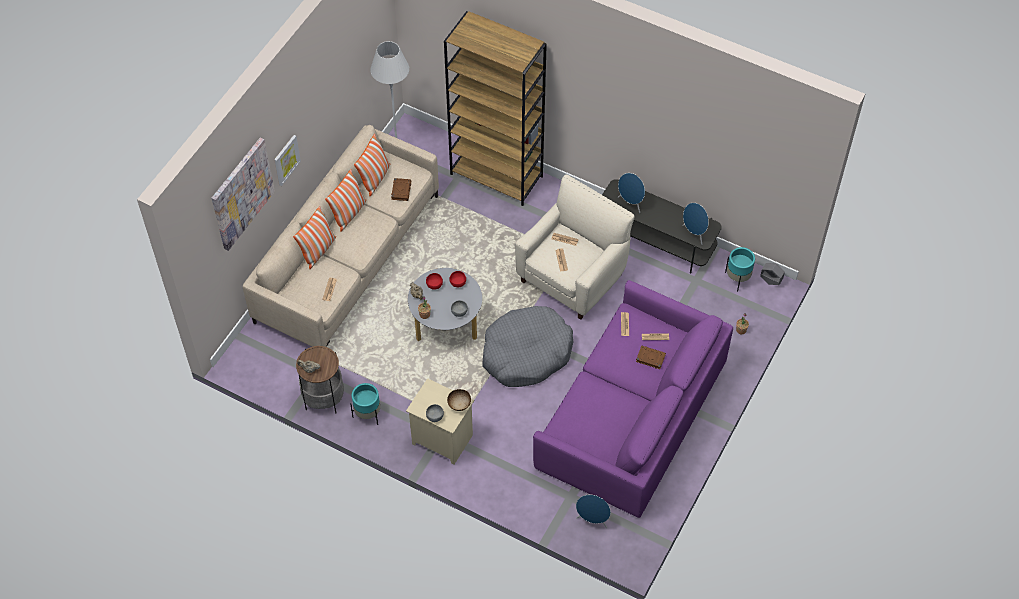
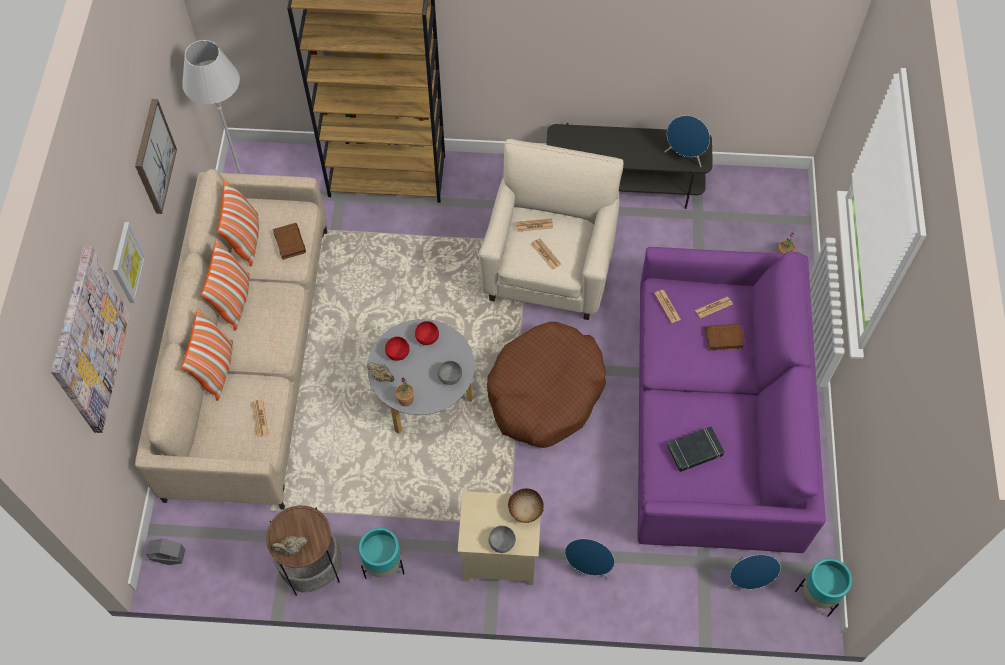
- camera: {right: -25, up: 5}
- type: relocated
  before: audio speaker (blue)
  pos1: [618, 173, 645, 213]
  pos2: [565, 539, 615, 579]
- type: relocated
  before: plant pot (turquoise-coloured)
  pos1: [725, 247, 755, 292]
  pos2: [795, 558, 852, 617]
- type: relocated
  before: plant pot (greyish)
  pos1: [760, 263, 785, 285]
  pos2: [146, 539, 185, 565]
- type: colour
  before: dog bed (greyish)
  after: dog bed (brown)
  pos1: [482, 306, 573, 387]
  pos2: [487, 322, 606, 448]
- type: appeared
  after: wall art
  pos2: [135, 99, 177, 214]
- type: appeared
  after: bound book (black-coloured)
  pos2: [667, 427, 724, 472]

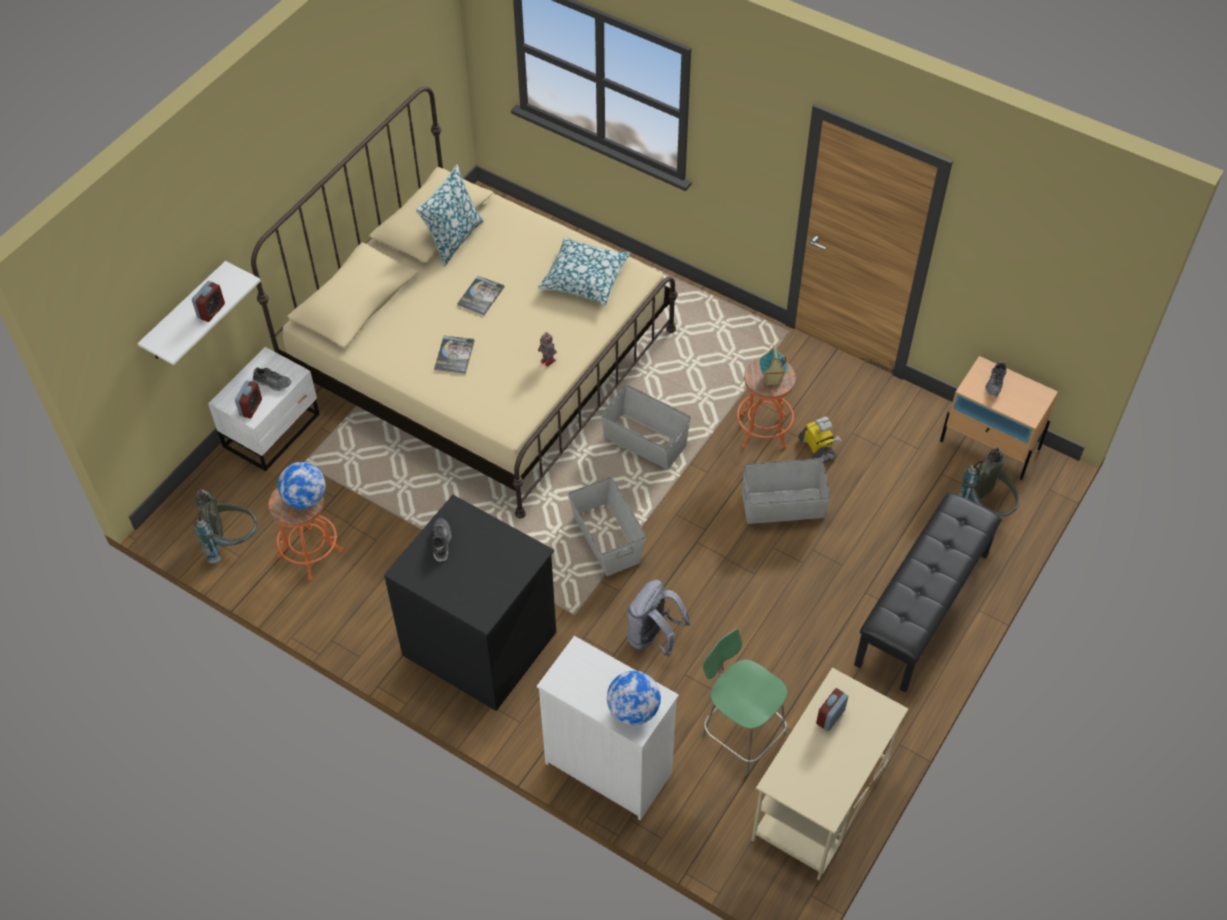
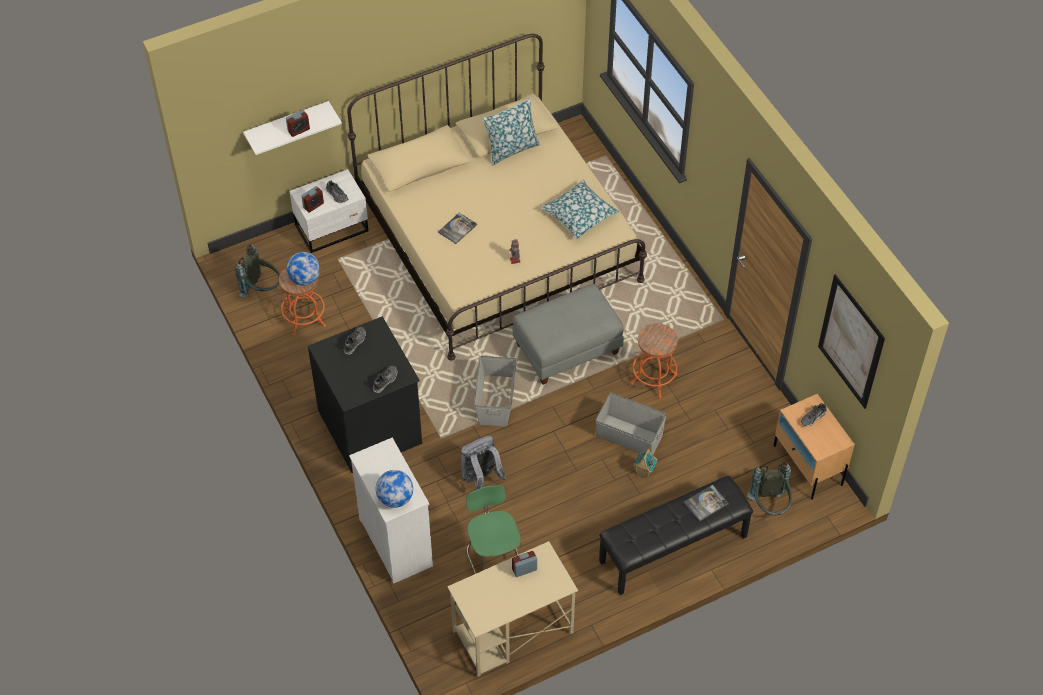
- camera: {right: 30, up: 0}
- type: relocated
  before: bound book
  pos1: [457, 276, 505, 315]
  pos2: [684, 485, 729, 521]
- type: relocated
  before: miniature house
  pos1: [759, 345, 788, 386]
  pos2: [633, 449, 657, 479]
- type: exchanged
  before: storage container (greyish)
  after: ottoman (greyish)
  pos1: [601, 385, 691, 469]
  pos2: [513, 284, 624, 385]
- type: missing
  before: robot figure
  pos1: [798, 417, 842, 463]
- type: appeared
  after: wall art
  pos2: [818, 274, 885, 409]
- type: appeared
  after: shoe
  pos2: [373, 366, 398, 393]

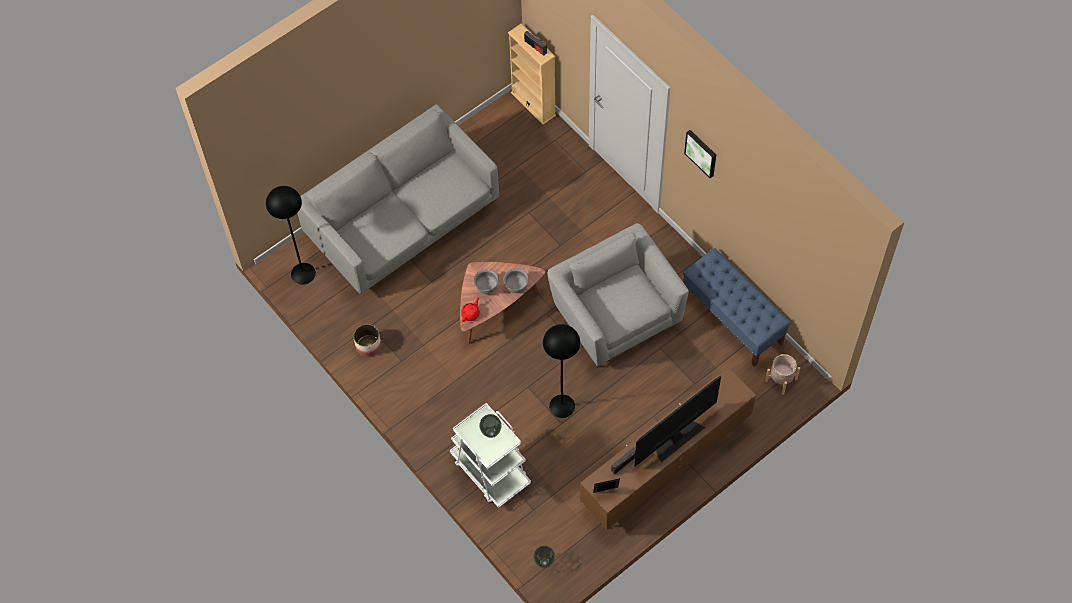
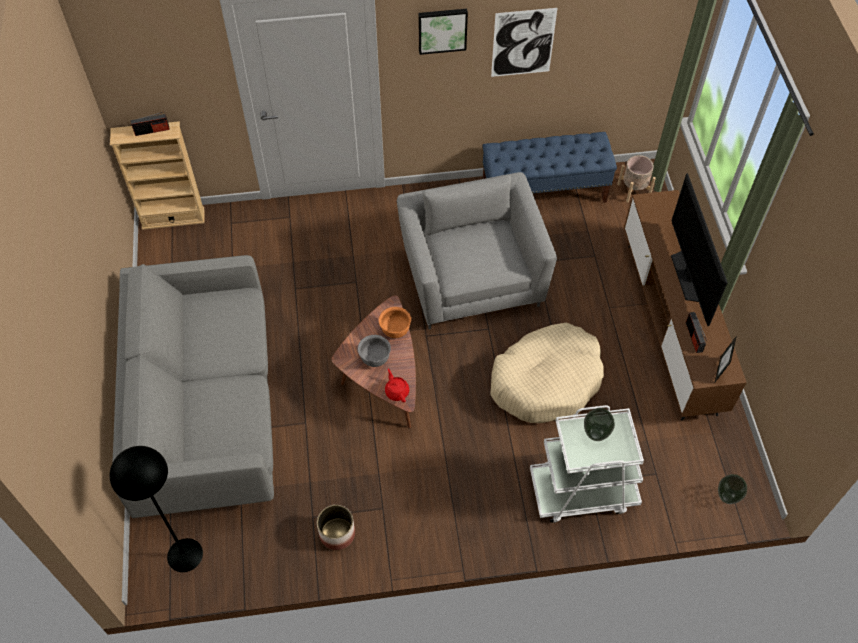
- camera: {right: -60, up: -5}
- type: spun
  before: armchair (greyish)
  pos1: [548, 223, 689, 368]
  pos2: [397, 172, 557, 329]
  turn: 75
- type: colour
  before: deep dish (greyish)
  after: deep dish (orange-coloured)
  pos1: [504, 268, 529, 293]
  pos2: [379, 307, 411, 338]
- type: exchanged
  before: standard lamp (black-coloured)
  after: dog bed (beige-coloured)
  pos1: [543, 324, 580, 418]
  pos2: [490, 323, 604, 423]
- type: appeared
  after: wall art
  pos2: [491, 8, 557, 77]

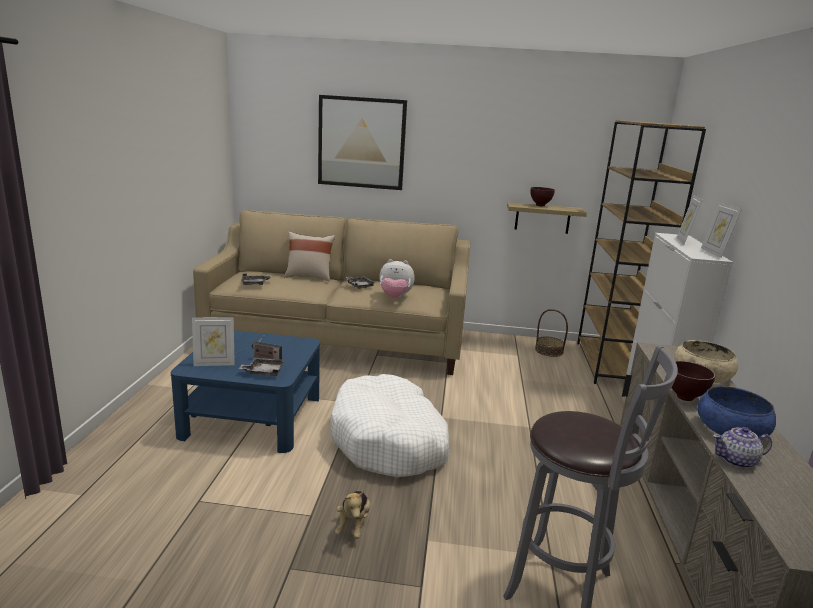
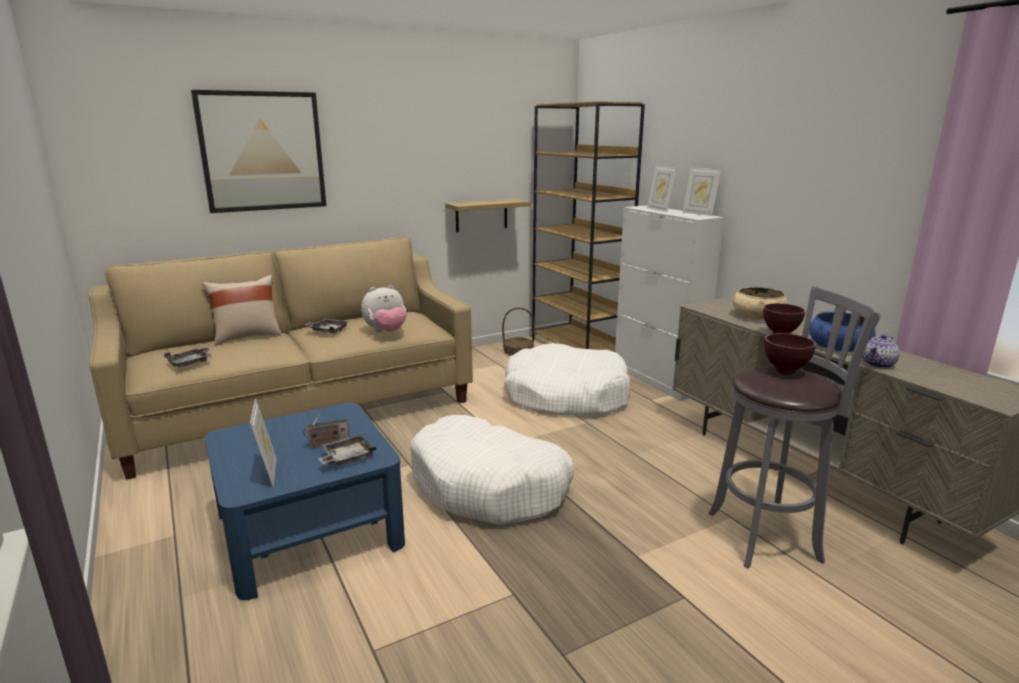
- camera: {right: -35, up: 0}
- type: relocated
  before: deep dish (brown)
  pos1: [530, 187, 555, 206]
  pos2: [764, 333, 816, 375]
- type: spun
  before: picture frame
  pos1: [192, 317, 235, 366]
  pos2: [250, 399, 277, 487]
  turn: -60
- type: missing
  before: plush toy
  pos1: [335, 491, 370, 539]
- type: appeared
  after: dog bed (whitish)
  pos2: [504, 343, 631, 417]

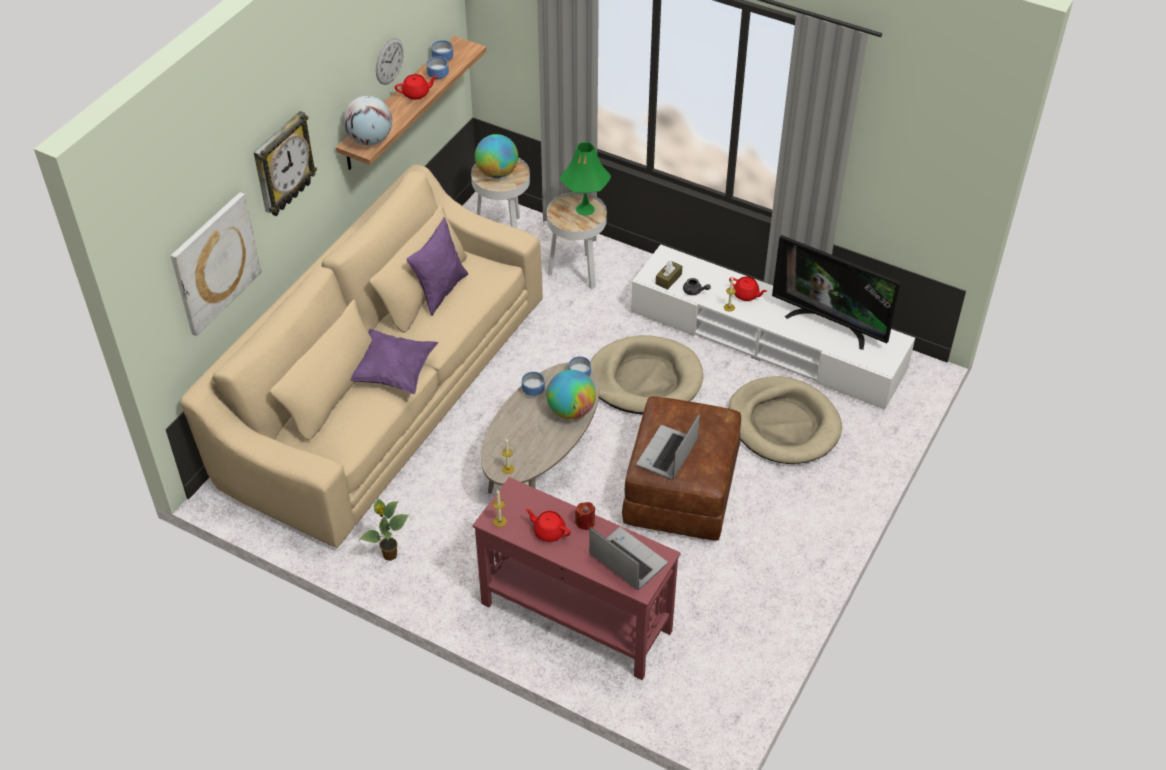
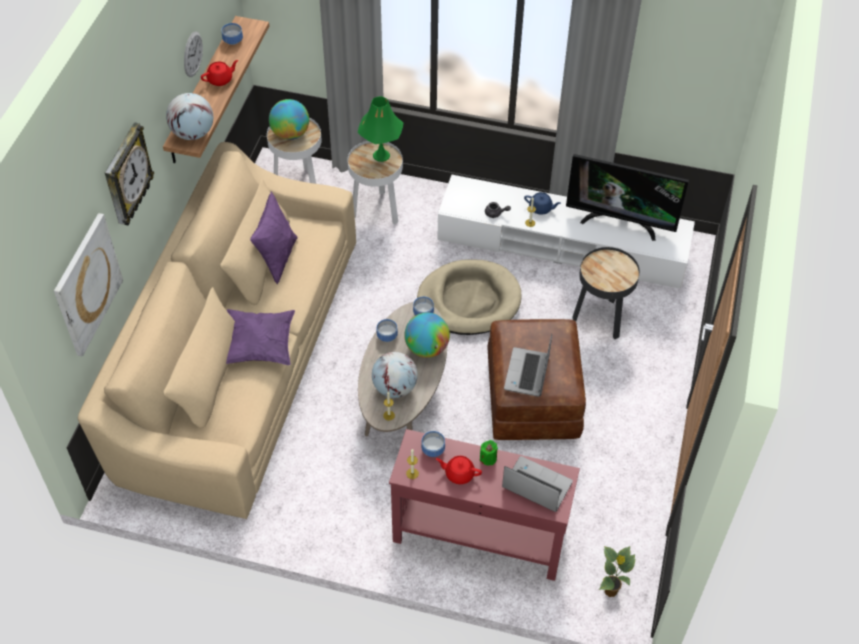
- camera: {right: -15, up: 5}
- type: relocated
  before: deep dish
  pos1: [426, 57, 449, 80]
  pos2: [421, 431, 445, 457]
- type: missing
  before: tissue box (brown)
  pos1: [656, 260, 682, 290]
- type: colour
  before: teapot (red-coloured)
  after: teapot (blue)
  pos1: [729, 276, 767, 301]
  pos2: [524, 192, 561, 215]
- type: exchanged
  before: dog bed (beige-coloured)
  after: end table (black-coloured)
  pos1: [728, 376, 842, 464]
  pos2: [572, 247, 640, 339]
- type: relocated
  before: plant in a pot
  pos1: [360, 498, 409, 561]
  pos2: [599, 546, 635, 597]
- type: colour
  before: wax candle (red-coloured)
  after: wax candle (green)
  pos1: [575, 502, 595, 530]
  pos2: [480, 440, 498, 465]
- type: appeared
  after: desk globe
  pos2: [372, 352, 418, 398]

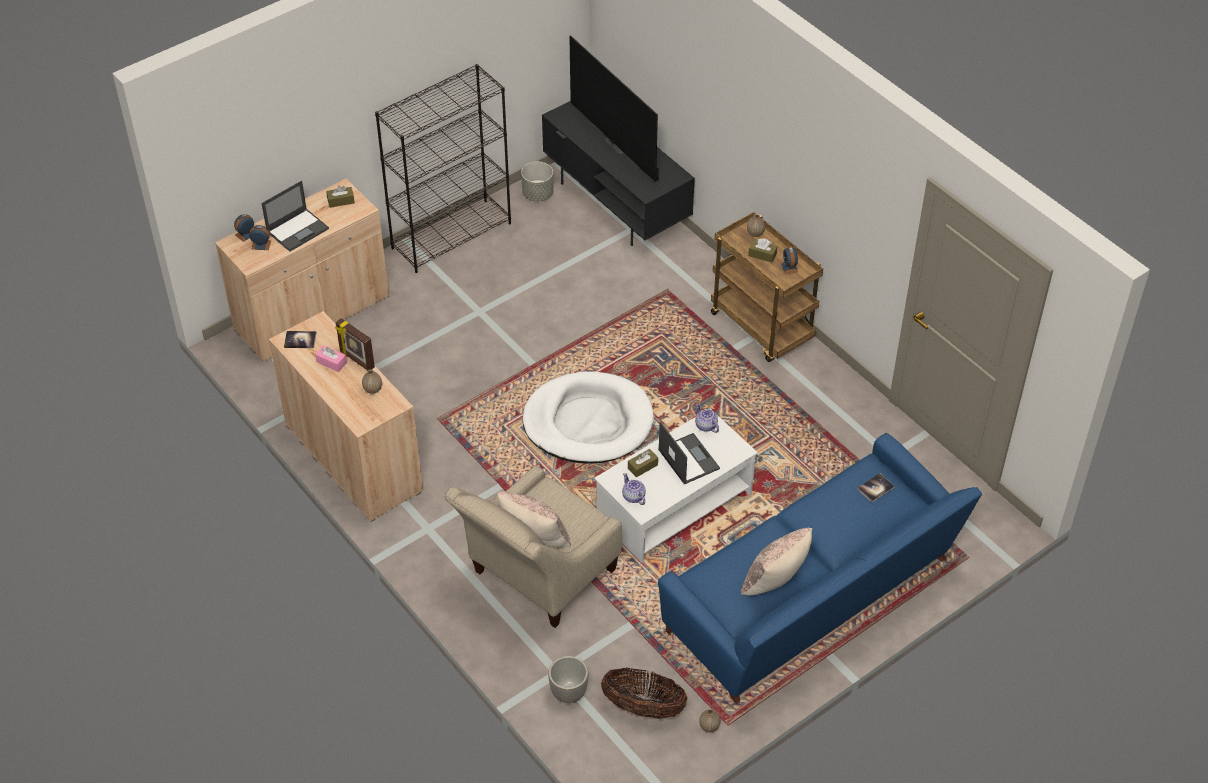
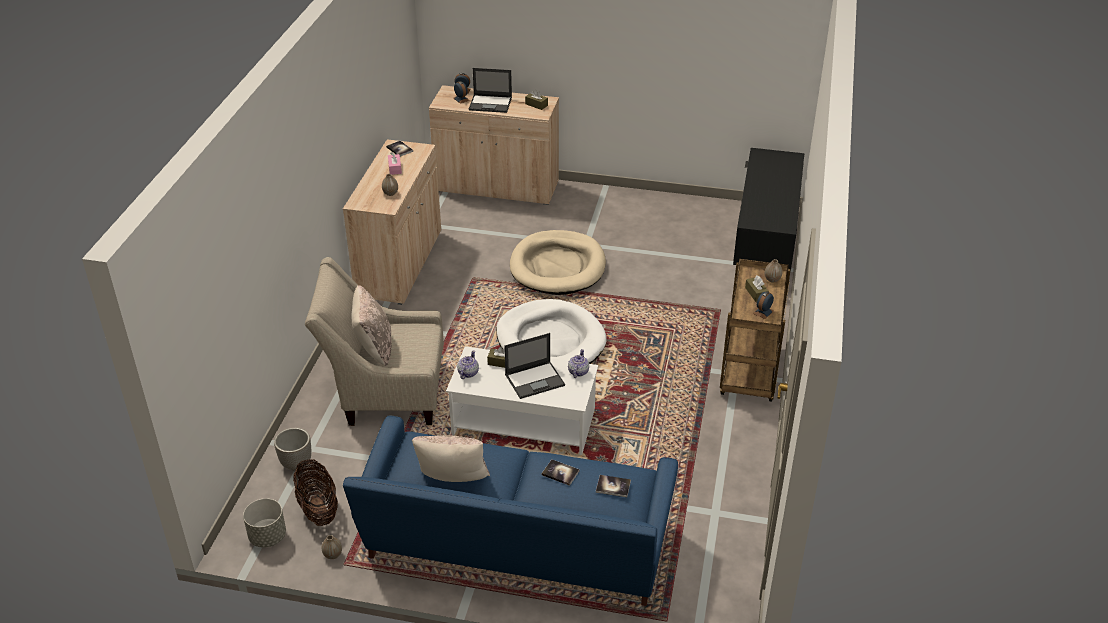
- camera: {right: 50, up: -10}
- type: missing
  before: TV set
  pos1: [569, 35, 659, 182]
- type: missing
  before: shelving unit (black-coloured)
  pos1: [375, 64, 511, 273]
- type: relocated
  before: plant pot (greyish)
  pos1: [521, 162, 554, 201]
  pos2: [243, 498, 286, 547]
- type: missing
  before: picture frame
  pos1: [335, 318, 375, 370]
- type: spun
  before: portable computer
  pos1: [658, 421, 720, 484]
  pos2: [504, 333, 565, 399]
  turn: 45
- type: appeared
  after: dog bed (beige-coloured)
  pos2: [510, 230, 606, 295]
- type: appeared
  after: bound book
  pos2: [542, 459, 580, 486]

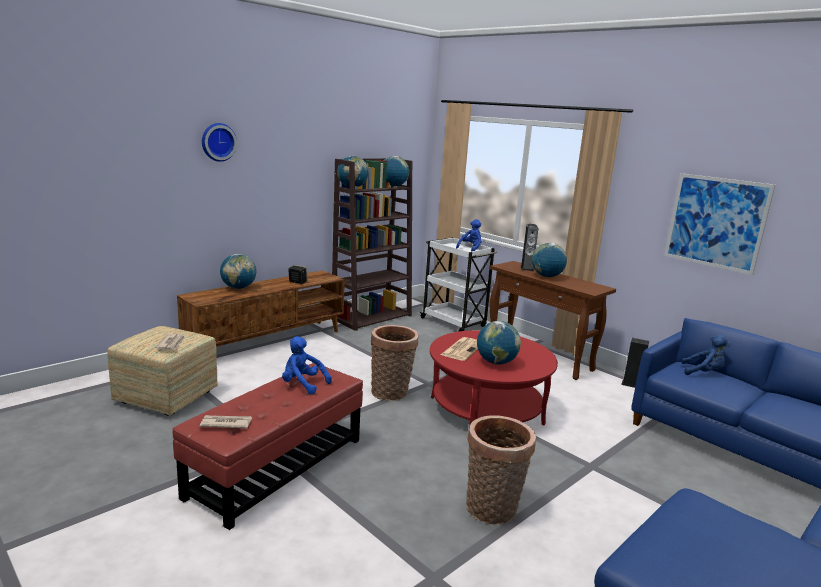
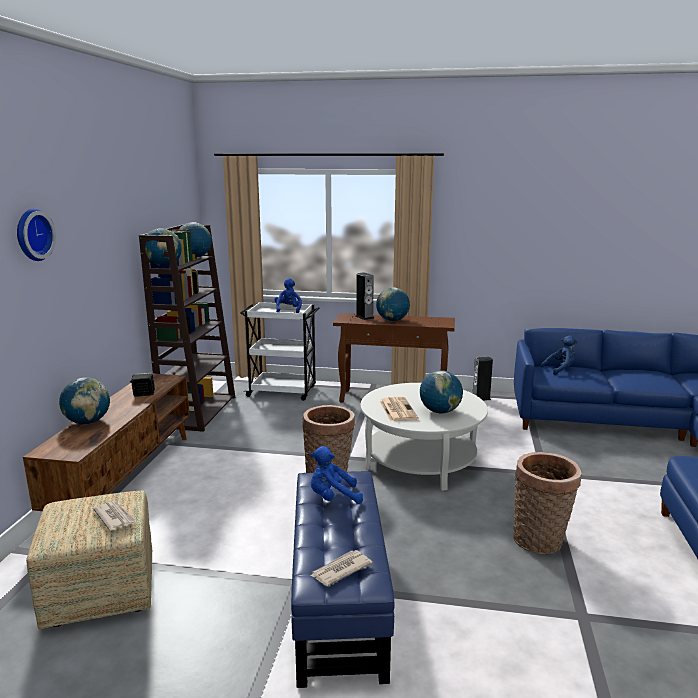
- camera: {right: -35, up: 0}
- type: missing
  before: wall art
  pos1: [664, 173, 775, 275]
- type: colour
  before: lounge table (red-coloured)
  after: lounge table (whitish)
  pos1: [430, 330, 558, 433]
  pos2: [361, 383, 488, 491]
- type: colour
  before: ottoman (red-coloured)
  after: ottoman (blue)
  pos1: [172, 363, 363, 530]
  pos2: [291, 471, 395, 688]

